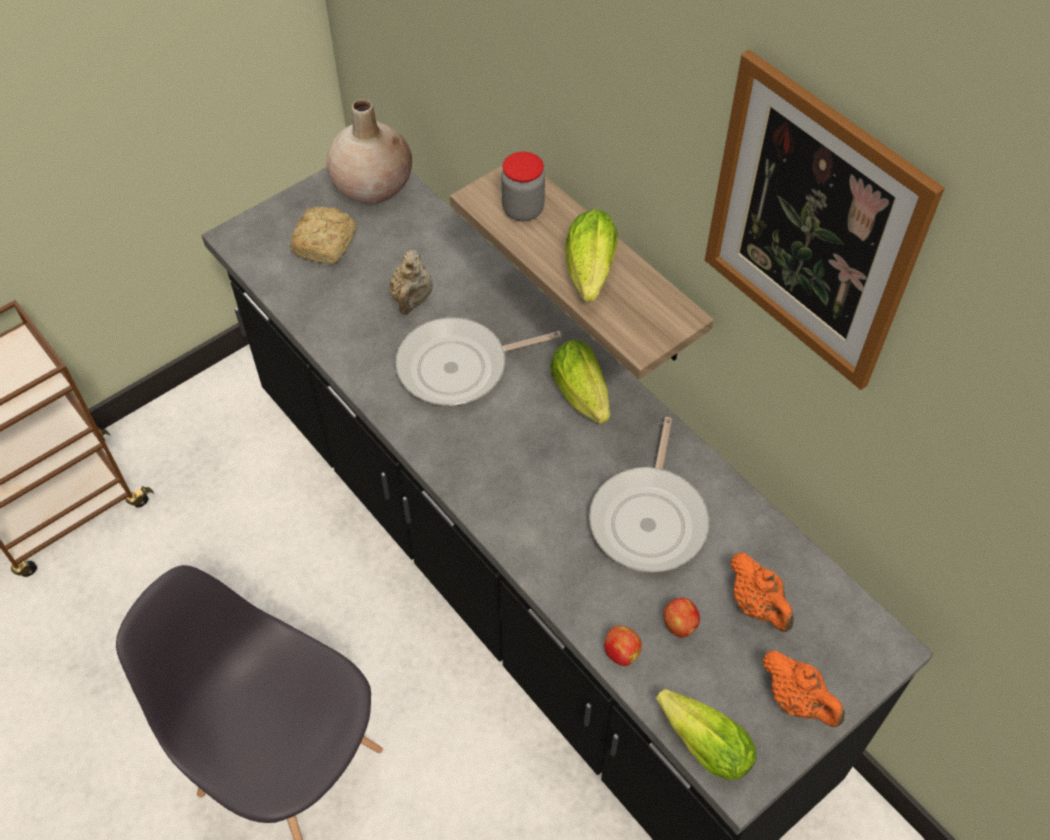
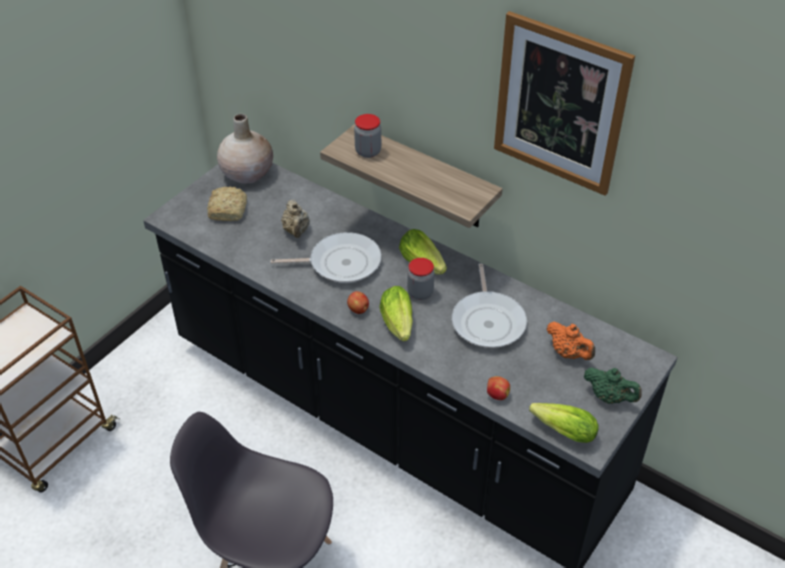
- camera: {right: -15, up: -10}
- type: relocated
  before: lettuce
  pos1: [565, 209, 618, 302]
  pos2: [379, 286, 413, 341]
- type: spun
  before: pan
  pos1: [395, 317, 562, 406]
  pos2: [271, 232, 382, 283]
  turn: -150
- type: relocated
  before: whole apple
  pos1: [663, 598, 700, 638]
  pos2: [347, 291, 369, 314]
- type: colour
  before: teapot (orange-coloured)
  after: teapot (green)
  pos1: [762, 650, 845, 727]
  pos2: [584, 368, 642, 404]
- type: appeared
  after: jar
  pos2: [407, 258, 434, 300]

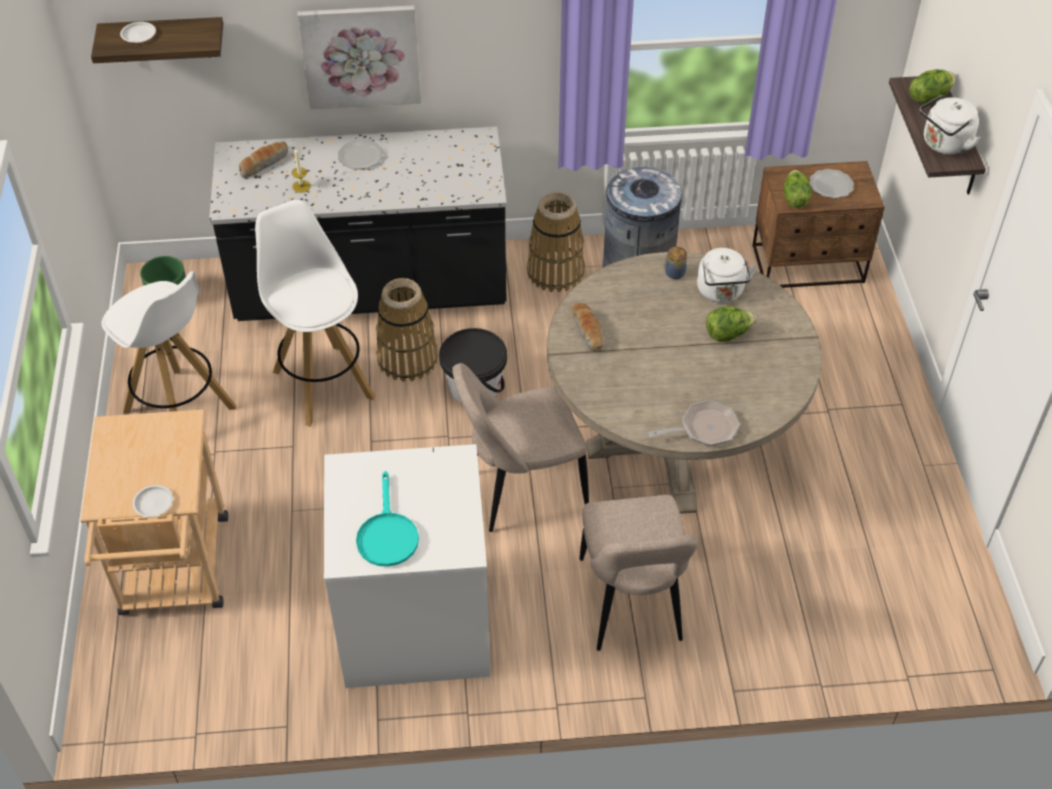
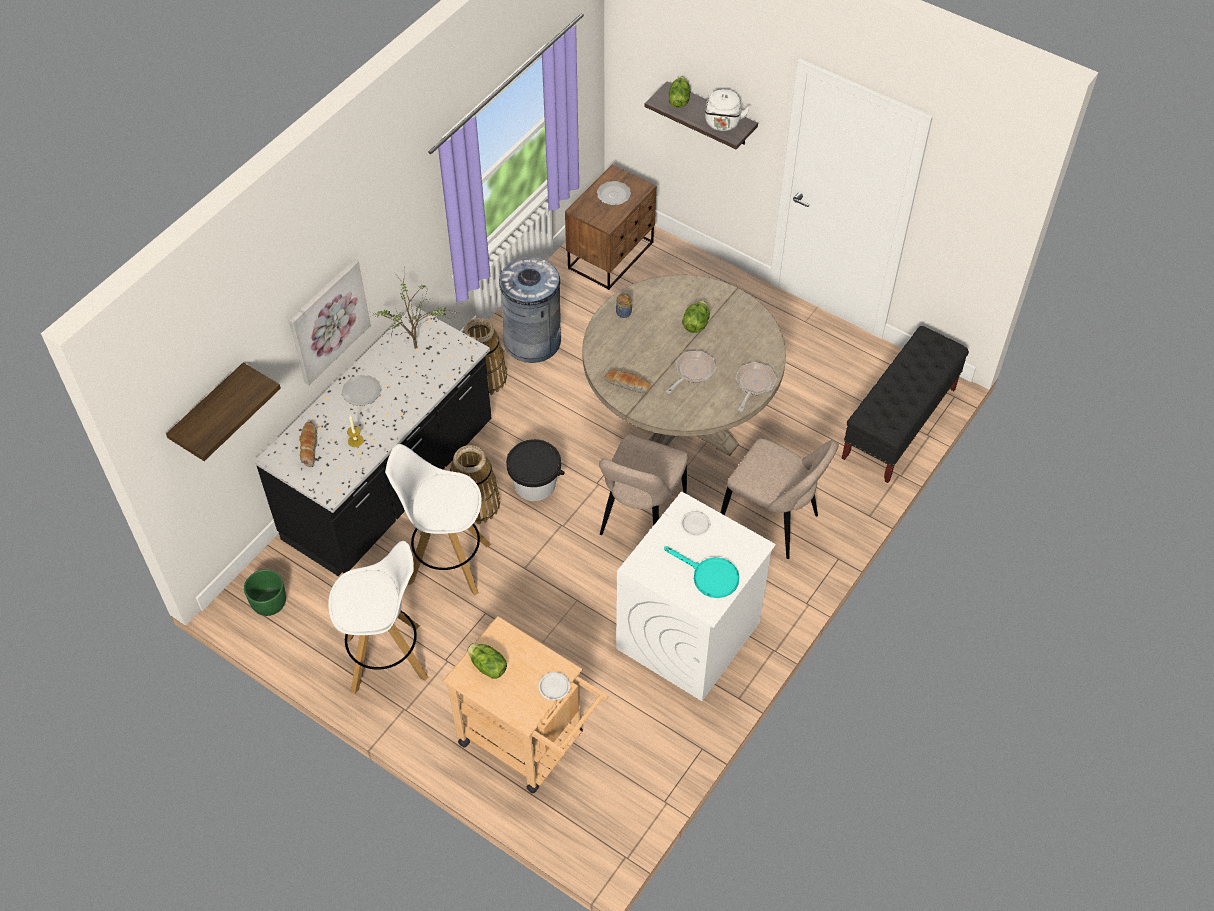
- camera: {right: -50, up: 5}
- type: relocated
  before: flat dish (whitish)
  pos1: [120, 22, 156, 43]
  pos2: [681, 511, 711, 536]
- type: relocated
  before: lettuce
  pos1: [784, 170, 811, 208]
  pos2: [467, 643, 507, 679]
- type: missing
  before: tea kettle (whitish)
  pos1: [697, 248, 757, 303]
- type: appeared
  after: plant in a pot
  pos2: [368, 267, 458, 349]
- type: appeared
  after: indoor bench (black-coloured)
  pos2: [842, 326, 969, 483]
- type: appeared
  after: pan
  pos2: [665, 351, 716, 394]

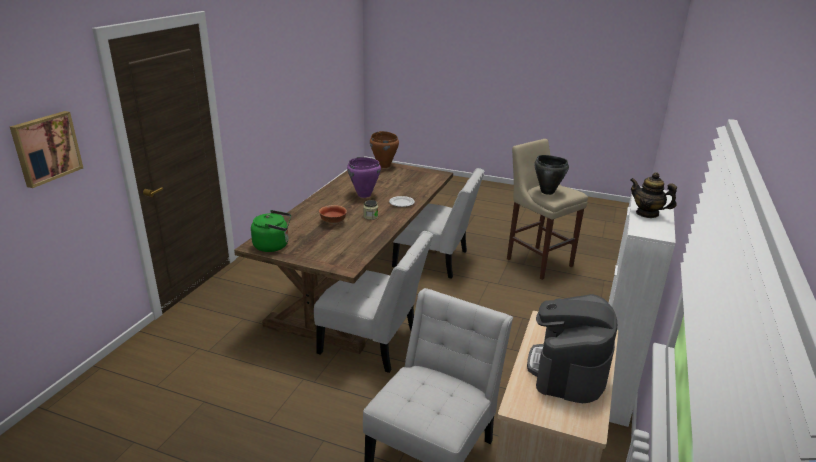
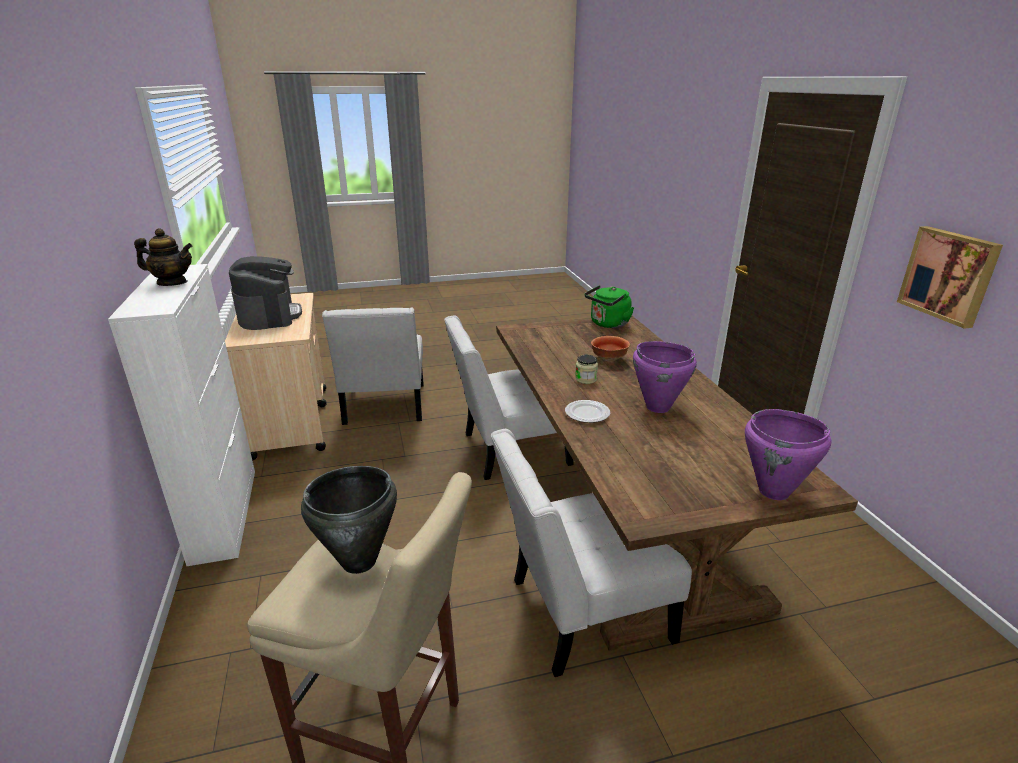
- camera: {right: 145, up: 0}
- type: relocated
  before: wall art
  pos1: [10, 111, 83, 188]
  pos2: [897, 226, 1003, 329]
- type: colour
  before: stockpot (brown)
  after: stockpot (purple)
  pos1: [370, 131, 399, 168]
  pos2: [745, 409, 831, 500]

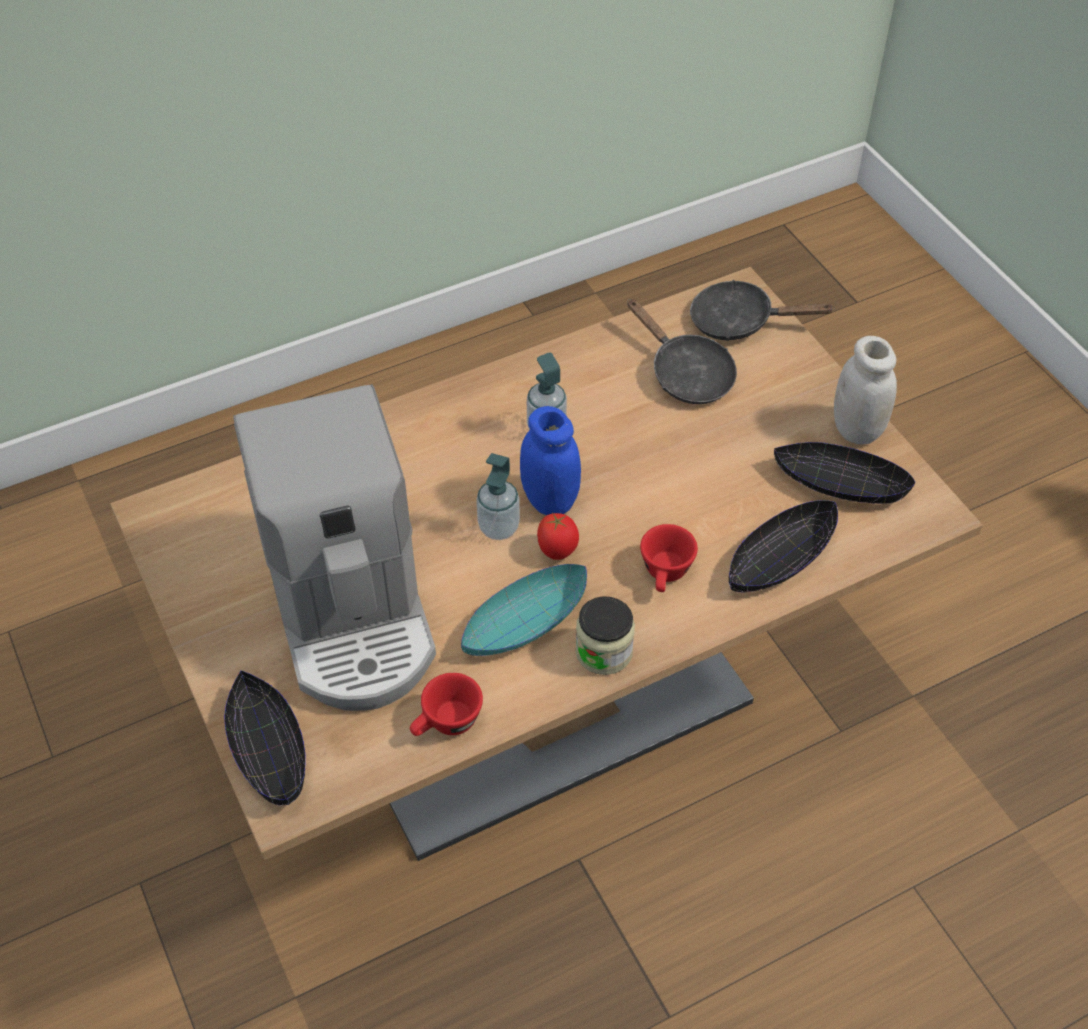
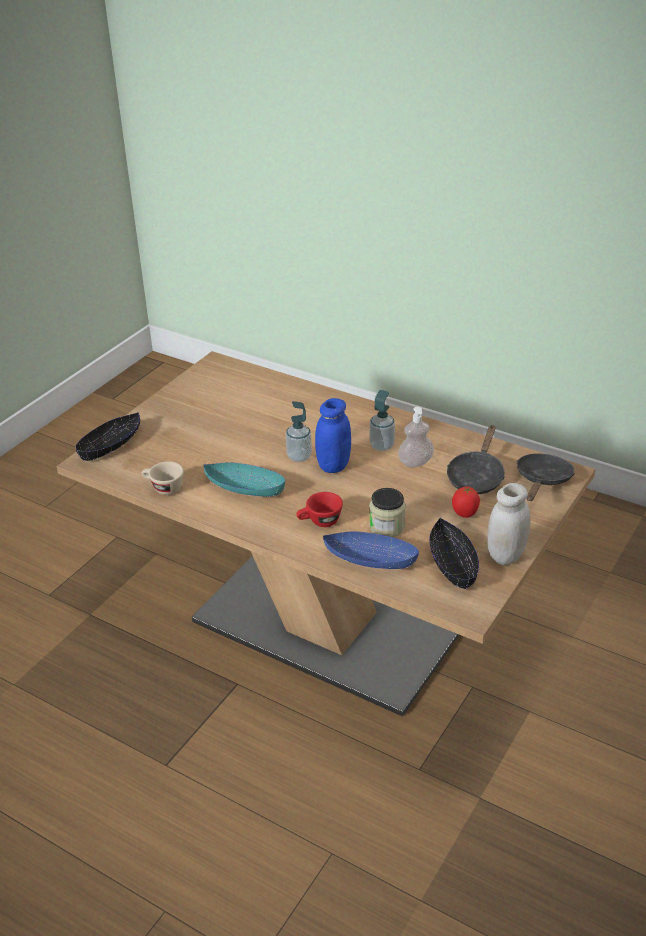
- camera: {right: 60, up: -15}
- type: spun
  before: pan (black-coloured)
  pos1: [690, 280, 835, 341]
  pos2: [516, 454, 575, 501]
  turn: 45
- type: missing
  before: coffee maker
  pos1: [233, 384, 436, 711]
- type: colour
  before: deep dish (black-coloured)
  after: deep dish (blue)
  pos1: [729, 500, 838, 592]
  pos2: [323, 532, 419, 569]
- type: relocated
  before: fresh tomato
  pos1: [537, 513, 579, 560]
  pos2: [452, 486, 480, 518]
- type: relocated
  before: jar
  pos1: [575, 596, 635, 675]
  pos2: [369, 488, 406, 537]
- type: colour
  before: small cup (red-coloured)
  after: small cup (beige-coloured)
  pos1: [410, 673, 483, 736]
  pos2: [141, 462, 184, 495]
- type: appeared
  after: soap bottle
  pos2: [398, 407, 434, 467]

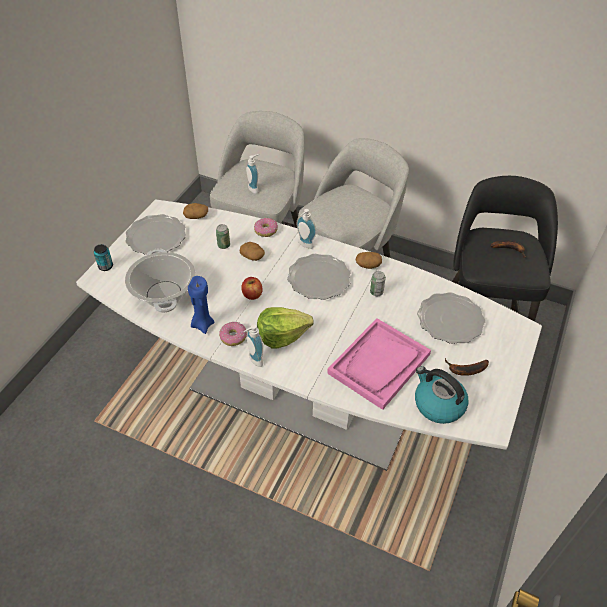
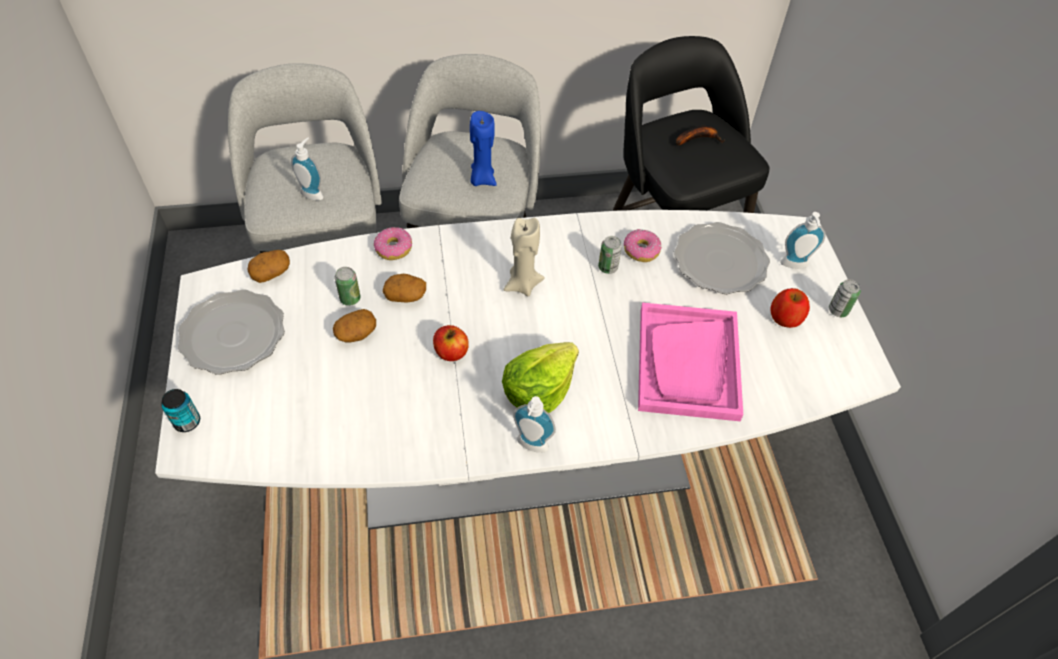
- camera: {right: -35, up: 5}
- type: relocated
  before: soap bottle
  pos1: [297, 209, 316, 249]
  pos2: [780, 212, 825, 269]
- type: missing
  before: stockpot
  pos1: [125, 249, 195, 313]
- type: relocated
  before: potato
  pos1: [355, 252, 382, 269]
  pos2: [333, 309, 376, 342]
- type: exchanged
  before: flat dish
  after: wax candle (beige-coloured)
  pos1: [287, 254, 351, 300]
  pos2: [504, 218, 544, 296]
- type: relocated
  before: wax candle (blue)
  pos1: [188, 276, 215, 334]
  pos2: [470, 111, 497, 186]
- type: relocated
  before: donut
  pos1: [219, 322, 247, 346]
  pos2: [624, 229, 662, 262]
- type: exchanged
  before: banana fruit
  after: whole apple
  pos1: [445, 358, 489, 376]
  pos2: [770, 288, 810, 328]
- type: missing
  before: tea kettle
  pos1: [415, 366, 468, 424]
- type: appeared
  after: metal can
  pos2: [829, 279, 861, 317]

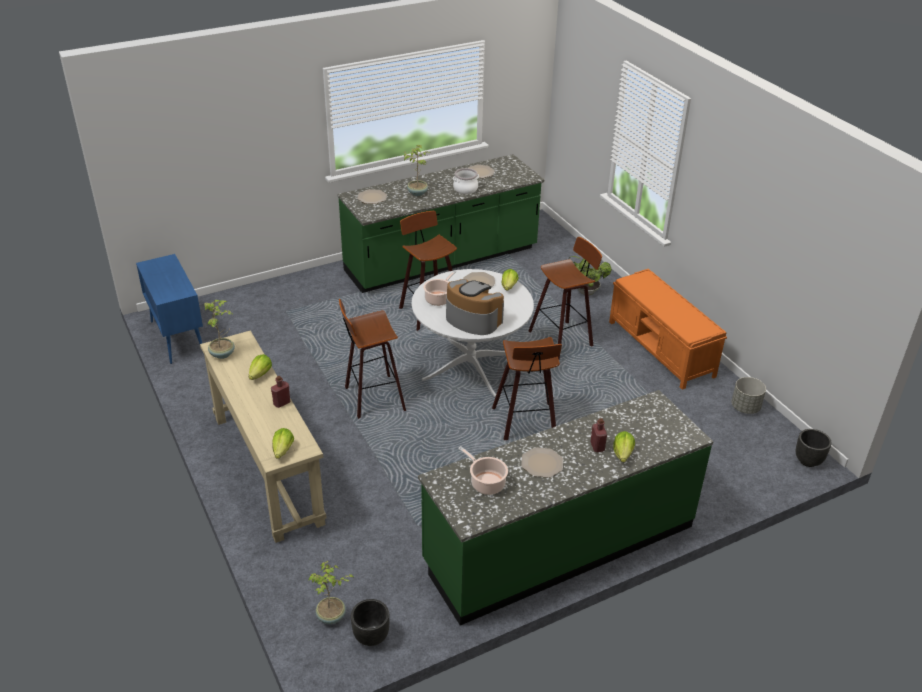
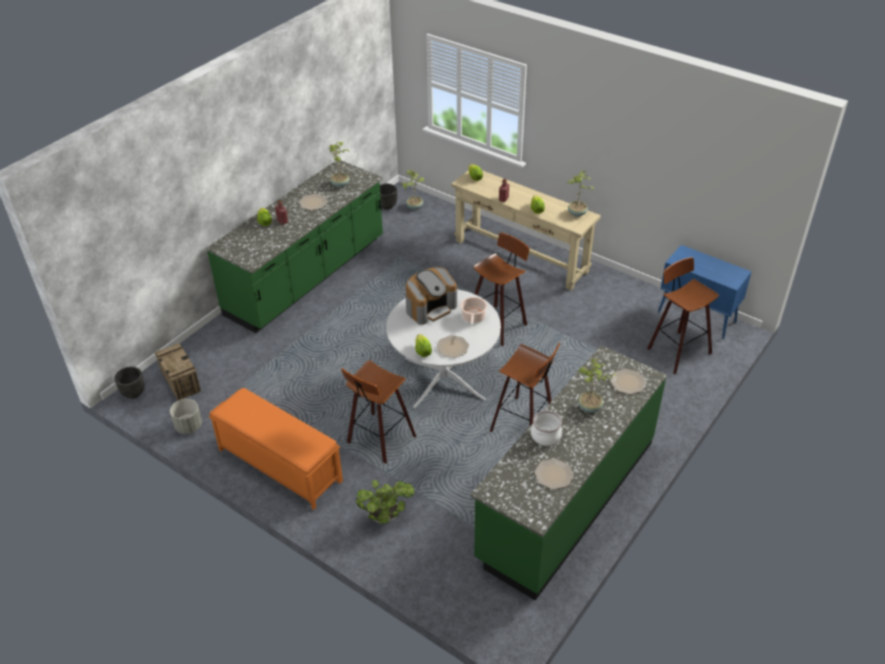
- camera: {right: 155, up: 5}
- type: spun
  before: coffee maker
  pos1: [446, 279, 504, 335]
  pos2: [405, 267, 457, 325]
  turn: -45
- type: relocated
  before: stool
  pos1: [492, 337, 562, 440]
  pos2: [647, 257, 719, 374]
- type: exchanged
  before: stockpot
  after: plant in a pot
  pos1: [458, 446, 508, 495]
  pos2: [328, 142, 350, 188]
- type: appeared
  after: crate
  pos2: [155, 343, 201, 401]

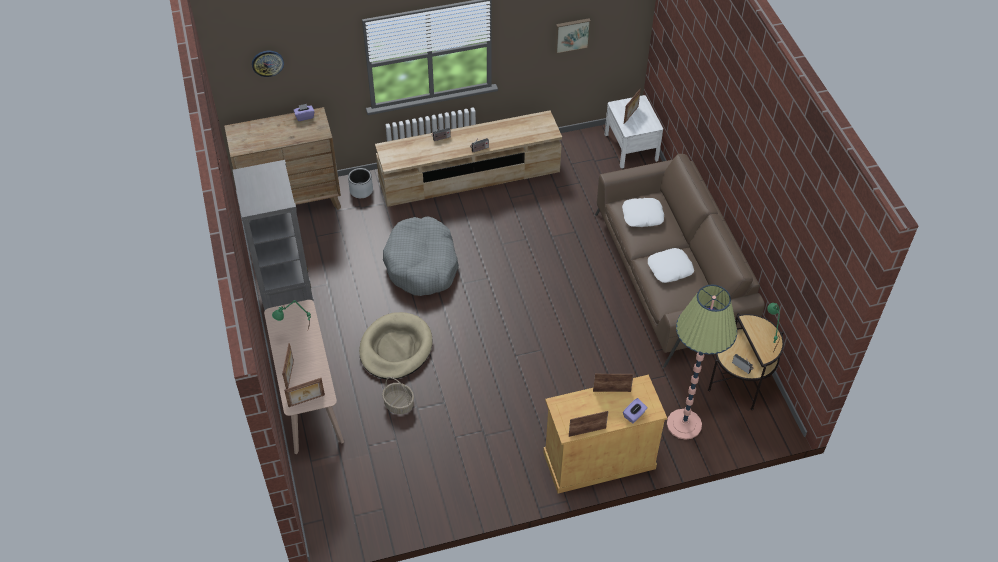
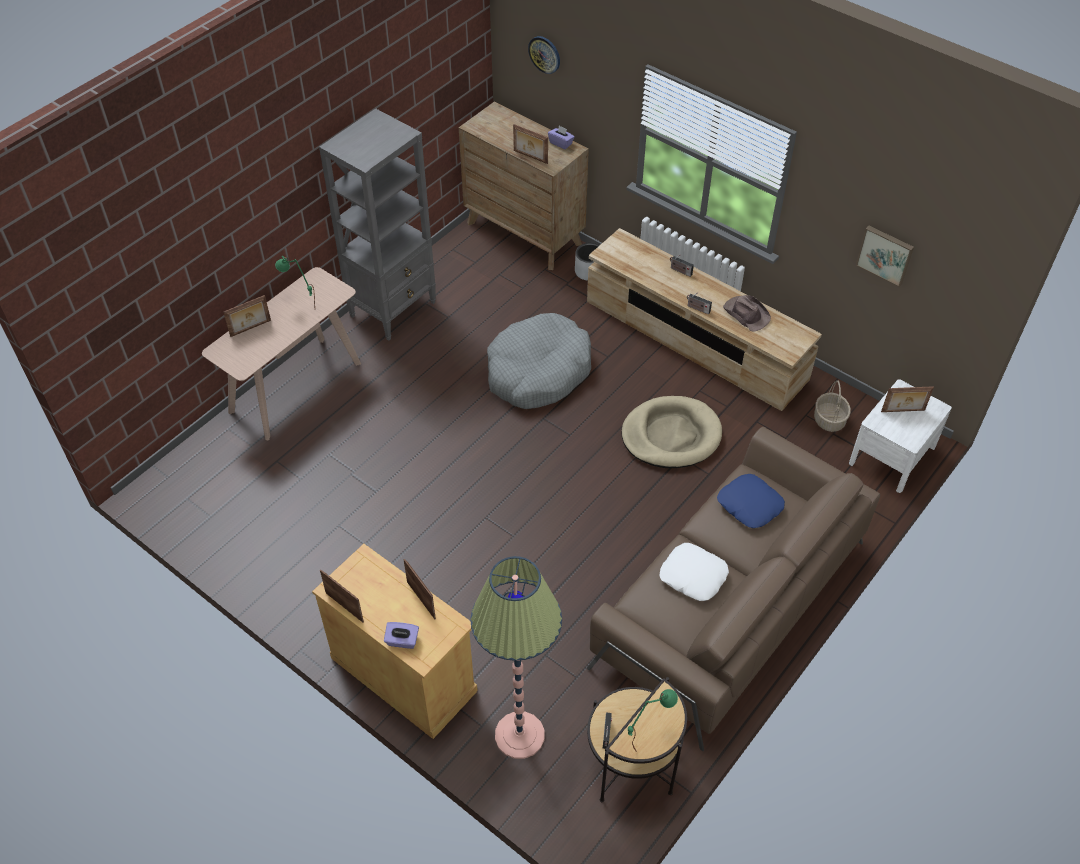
- camera: {right: 55, up: 0}
- type: colour
  before: throw pillow (whitish)
  after: throw pillow (blue)
  pos1: [622, 198, 664, 227]
  pos2: [717, 474, 785, 528]
- type: relocated
  before: dog bed (beige-coloured)
  pos1: [359, 312, 433, 380]
  pos2: [621, 396, 722, 468]
- type: relocated
  before: household basket
  pos1: [382, 377, 414, 414]
  pos2: [814, 380, 851, 432]
- type: relocated
  before: picture frame
  pos1: [284, 378, 325, 407]
  pos2: [513, 124, 548, 164]
- type: appeared
  after: hat (brown)
  pos2: [723, 295, 771, 332]

